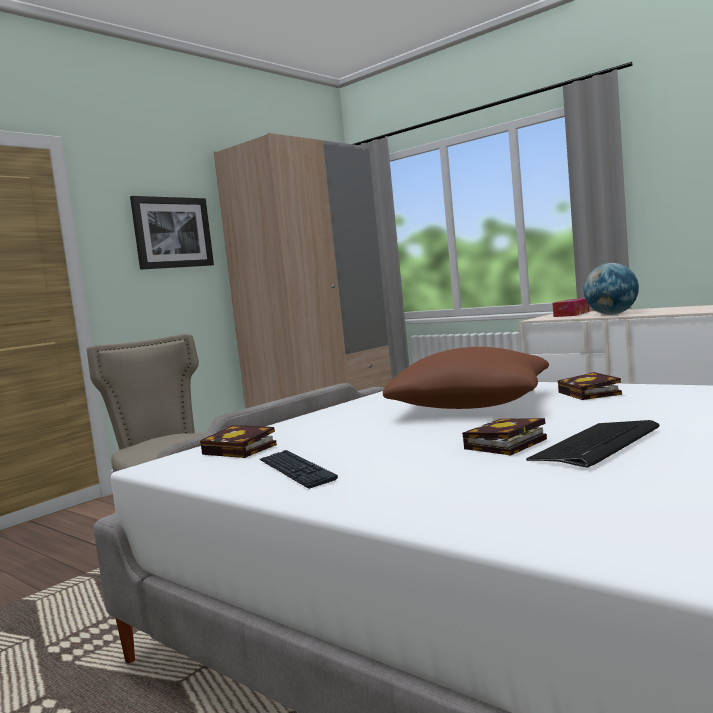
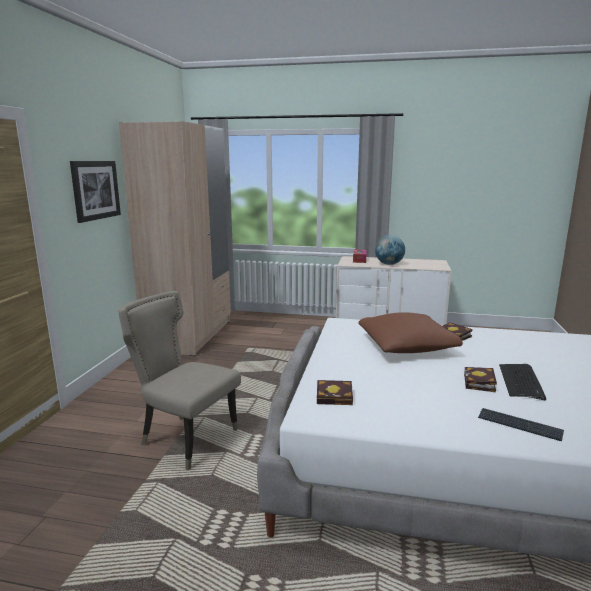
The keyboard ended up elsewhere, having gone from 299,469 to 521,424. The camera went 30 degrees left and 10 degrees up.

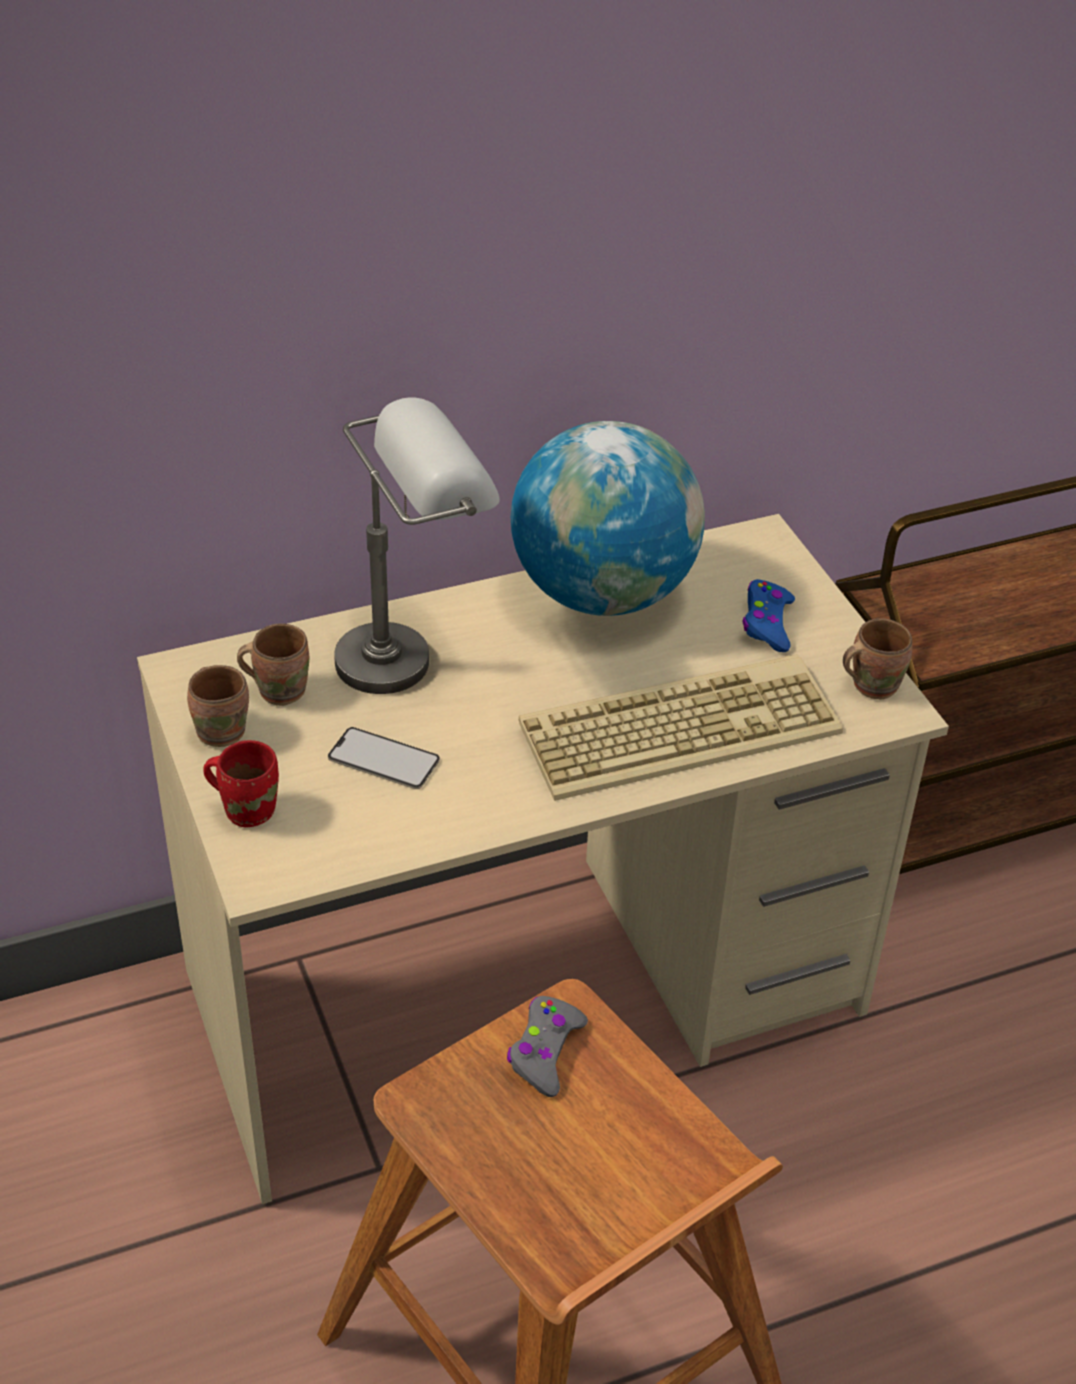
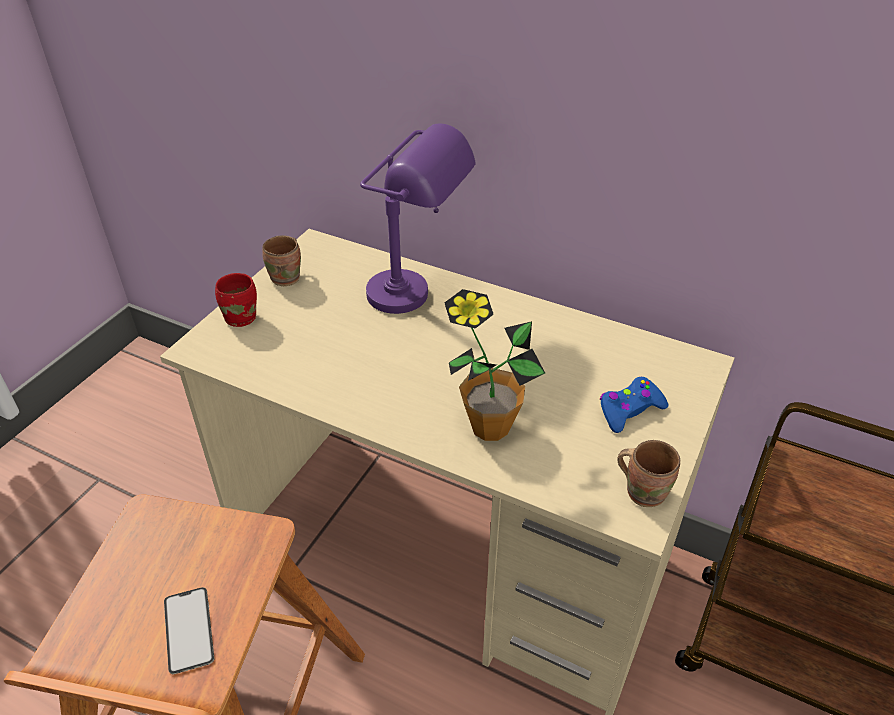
The phone ended up elsewhere, having gone from 384,758 to 189,630. What was the table lamp (grey) at 417,545 turned into the table lamp (purple) at 418,219. Where the keyboard stood at 681,727, the potted plant came to stand at 494,365. The second view lost the mug (brown) at 273,664. The second view lost the game controller (grey) at 547,1046. The second view lost the globe at 608,518. The camera went 50 degrees right and 0 degrees up.

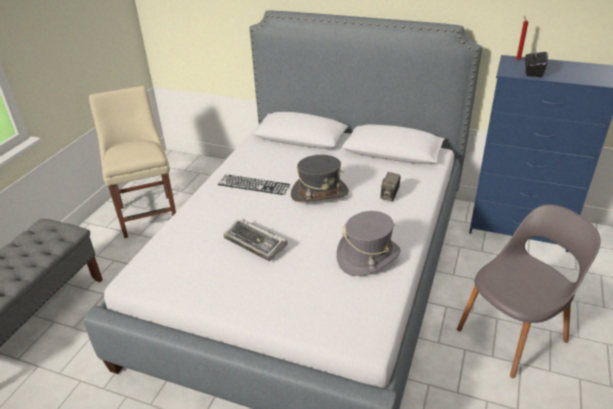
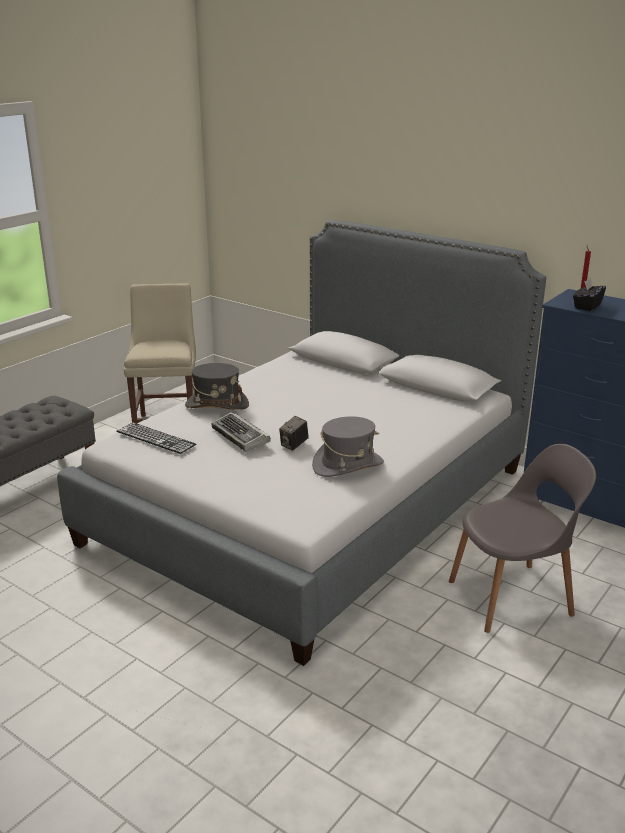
The keyboard ended up elsewhere, having gone from 254,184 to 156,438. The hat (grey) ended up elsewhere, having gone from 320,178 to 217,386. The photo camera ended up elsewhere, having gone from 391,187 to 294,433. The camera went 15 degrees right and 10 degrees down.

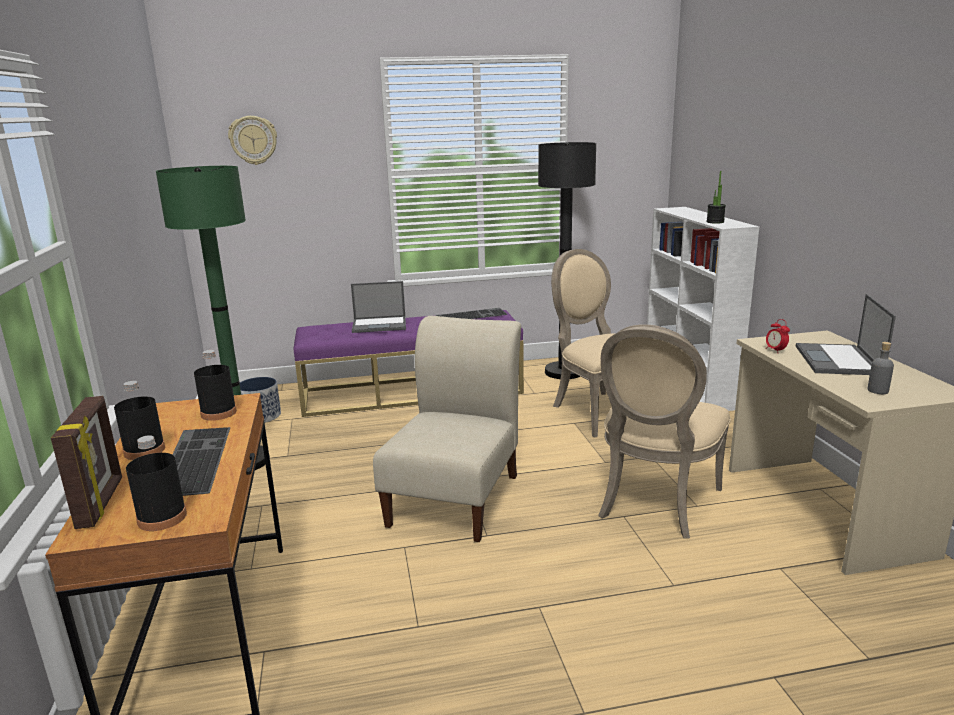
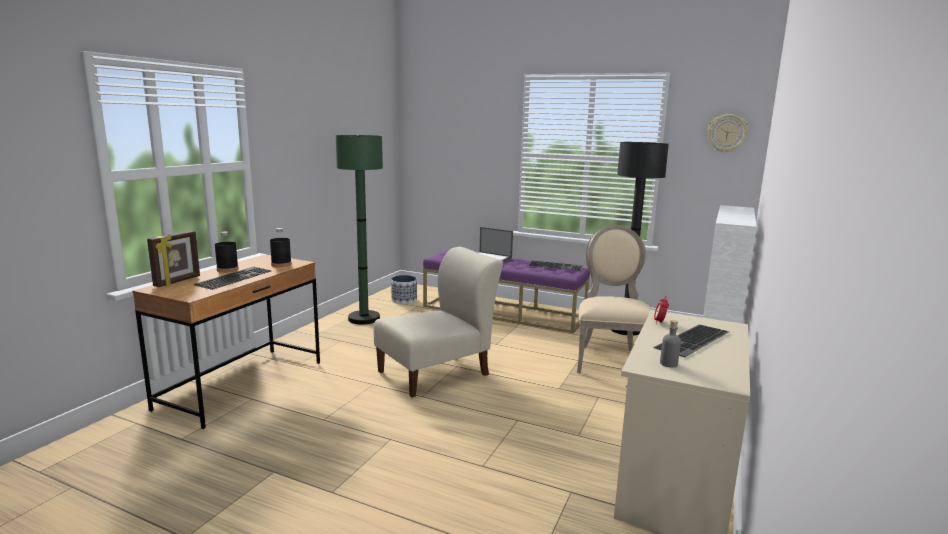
Where the laptop stood at 846,334, the keyboard came to stand at 691,341. The wall clock ended up elsewhere, having gone from 252,140 to 727,133. The second view lost the bottle (black) at 156,483. The second view lost the chair (beige) at 664,431. The second view lost the potted plant at 716,197. The camera went 35 degrees right and 5 degrees down.

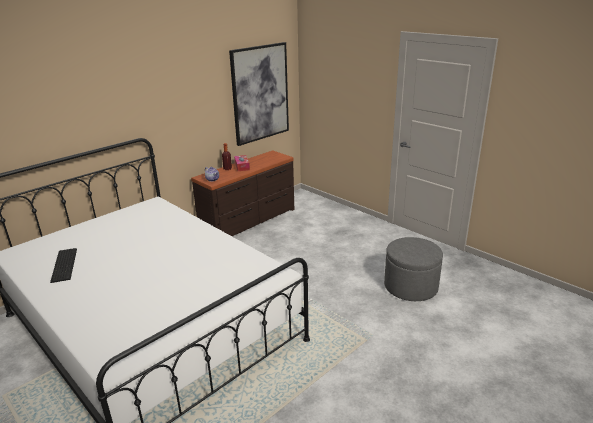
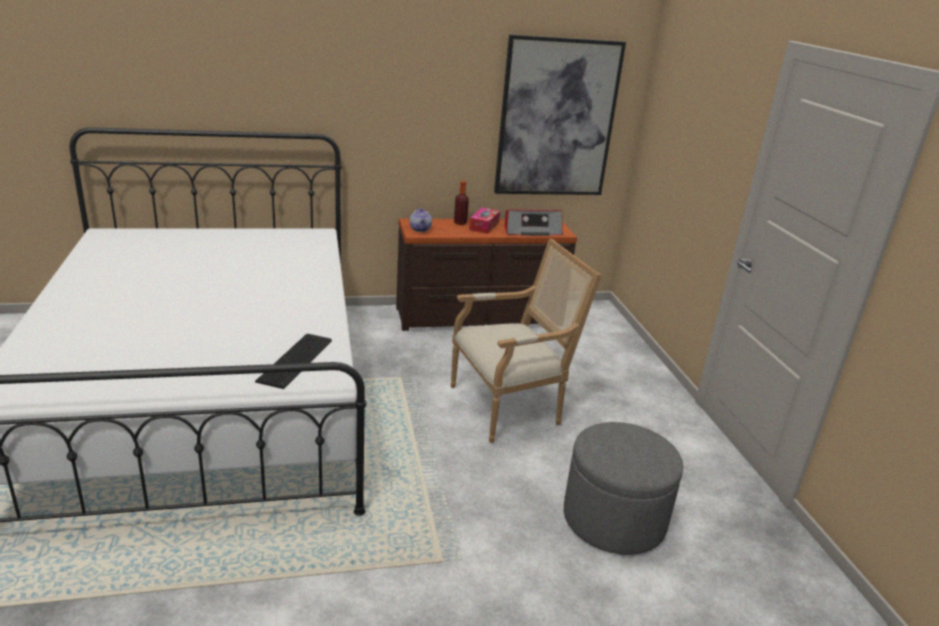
The keyboard ended up elsewhere, having gone from 63,265 to 293,361. The second view gained the armchair at 526,340. The second view gained the radio at 534,222. The camera went 30 degrees right and 0 degrees up.

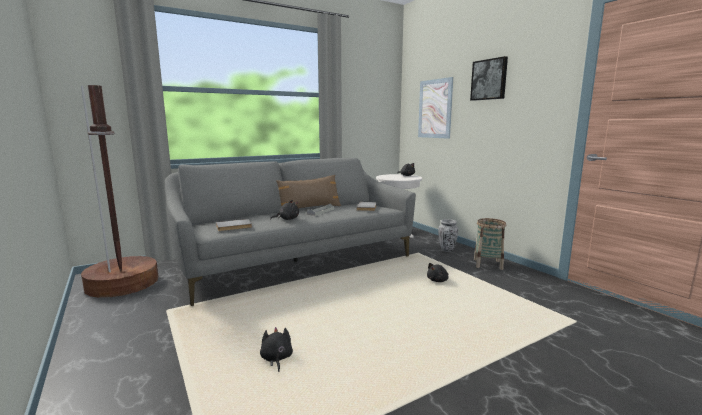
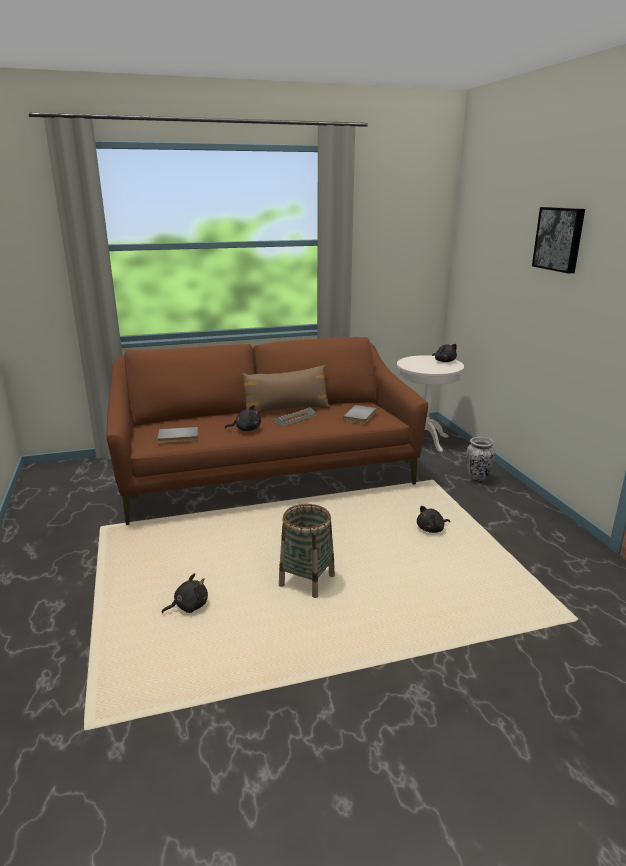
What was the sofa (grey) at 290,232 turned into the sofa (brown) at 267,431. The plush toy (black) at 276,349 ended up facing another way, 60 degrees clockwise from before. The basket ended up elsewhere, having gone from 490,244 to 307,551. The second view lost the floor lamp (brown) at 119,191. The second view lost the picture at 435,108. The camera went 15 degrees right and 10 degrees up.

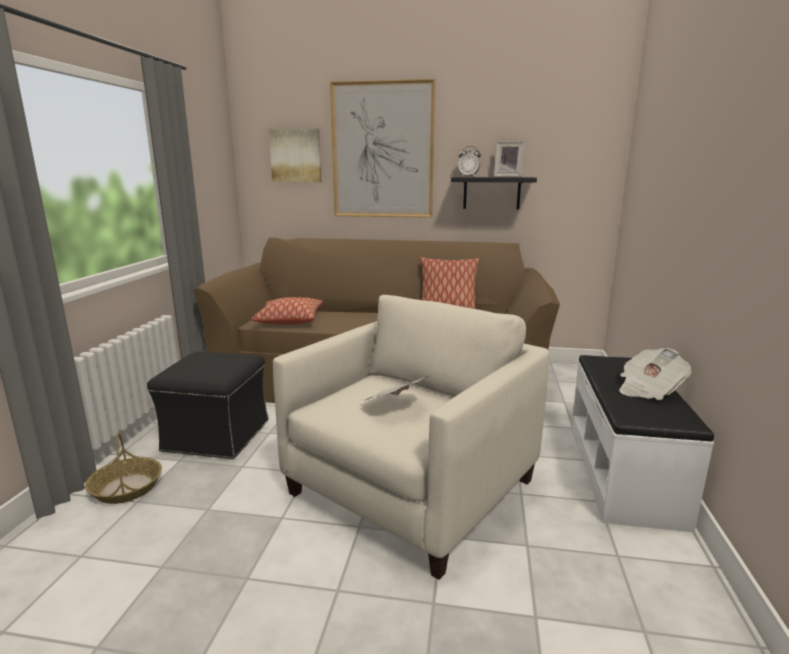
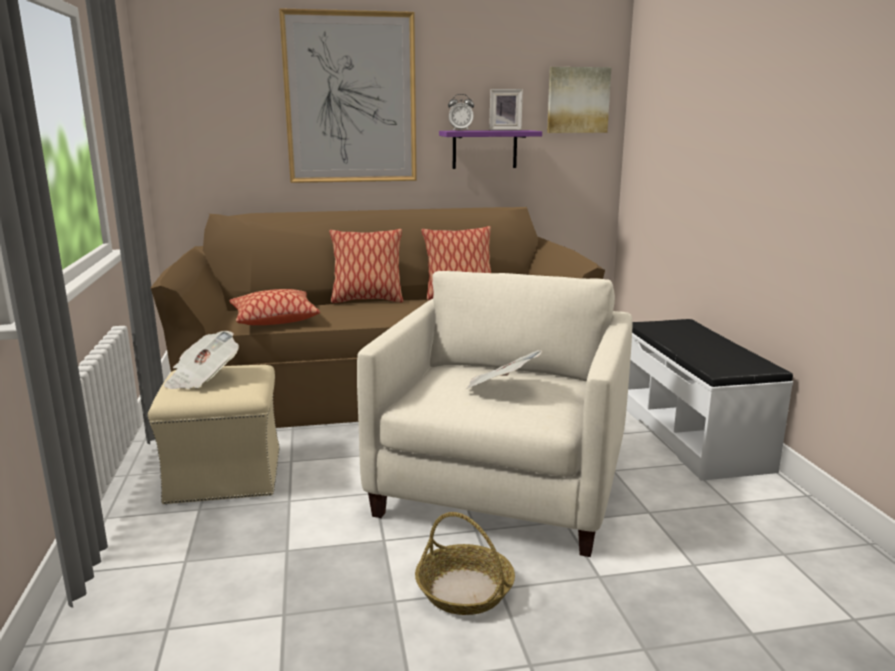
What was the ottoman (black) at 208,405 turned into the ottoman (beige) at 213,435. The newspaper ended up elsewhere, having gone from 655,374 to 201,360. The second view gained the pillow at 366,266. The basket ended up elsewhere, having gone from 123,468 to 465,563. What was the shelf (black) at 494,193 turned into the shelf (purple) at 490,149. The picture ended up elsewhere, having gone from 295,155 to 579,100. The camera went 20 degrees left and 0 degrees up.

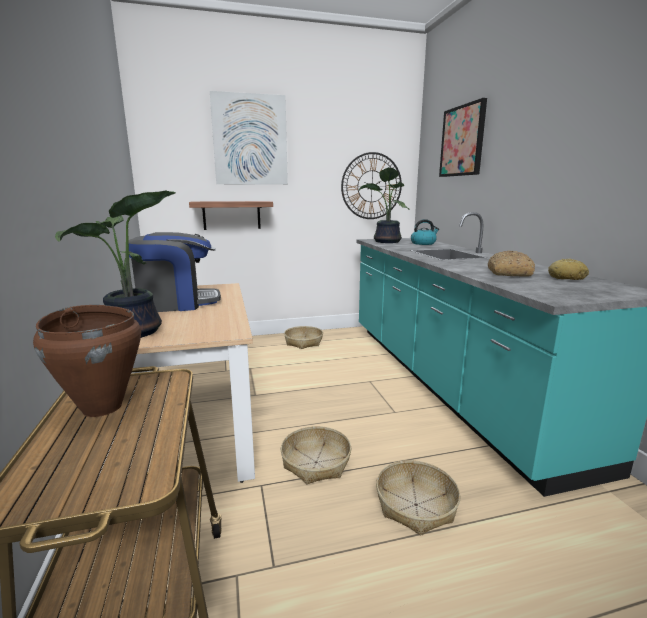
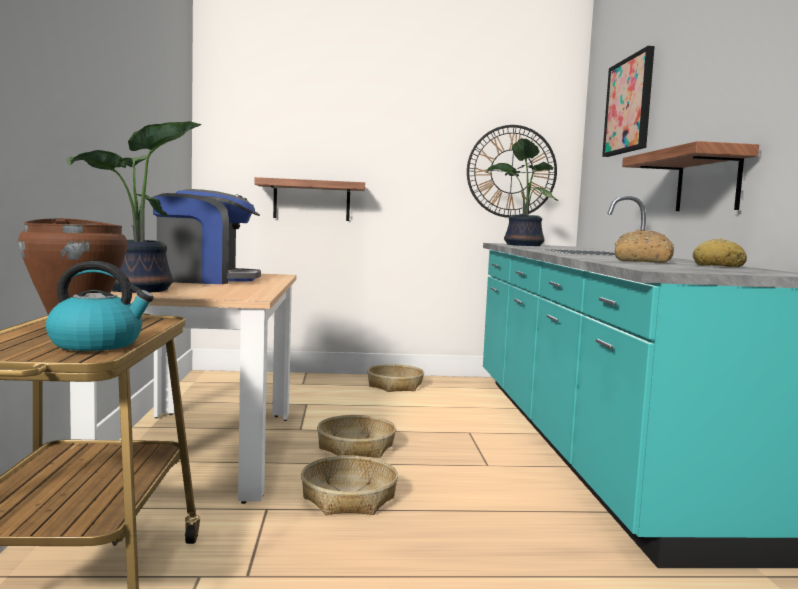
The kettle ended up elsewhere, having gone from 425,232 to 100,306. The basket ended up elsewhere, having gone from 418,497 to 356,436. The second view gained the shelf at 690,176. The second view lost the picture at 249,138. The camera went 10 degrees right and 10 degrees down.

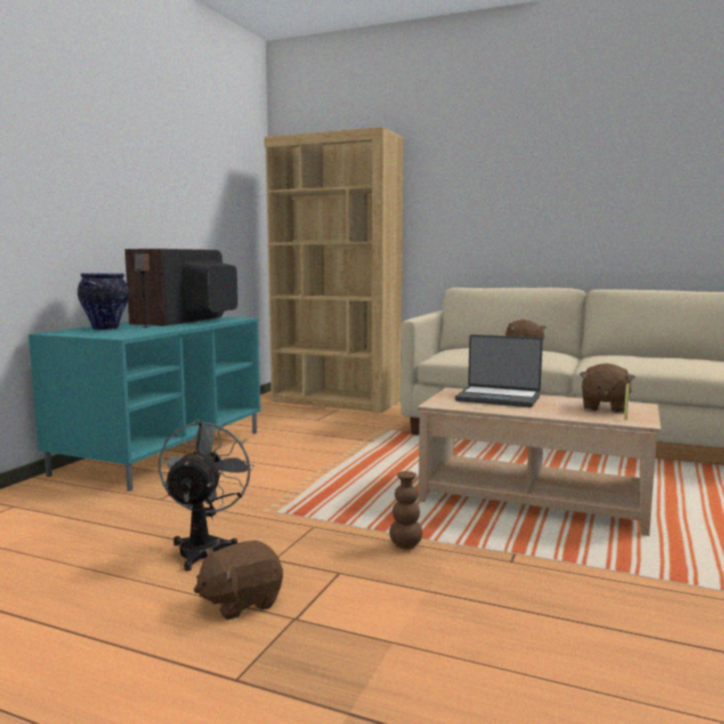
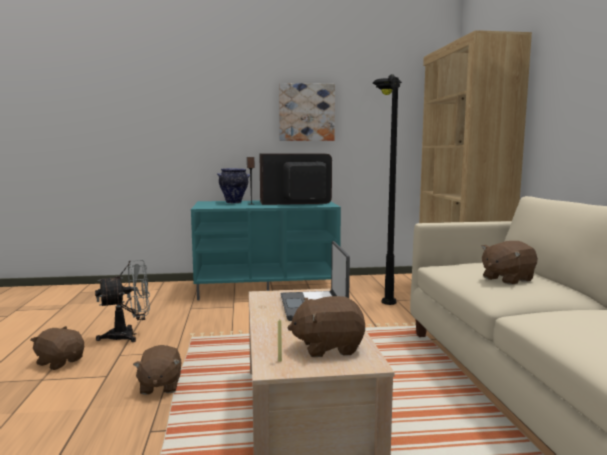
Where the vase (brown) stood at 406,510, the plush toy (brown) came to stand at 157,370. The second view gained the picture at 307,112. The second view gained the floor lamp (black) at 387,189. The camera went 60 degrees right and 0 degrees up.

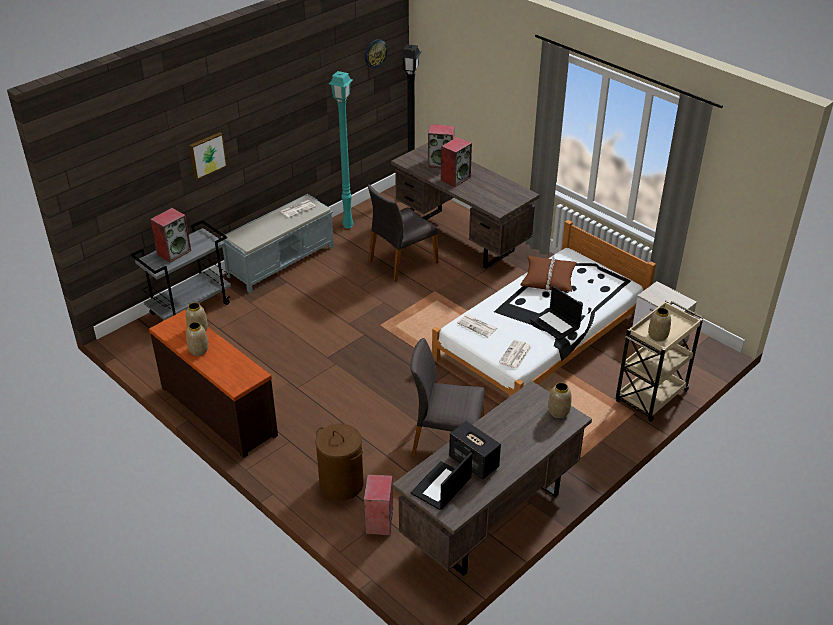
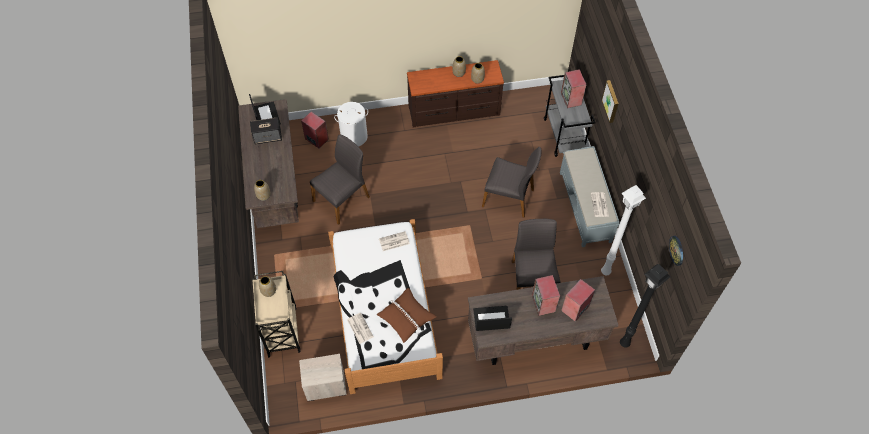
What was the laundry basket (brown) at 339,462 turned into the laundry basket (white) at 351,124. The newspaper ended up elsewhere, having gone from 515,354 to 360,328. The laptop ended up elsewhere, having gone from 556,313 to 492,318. The second view gained the chair (grey) at 511,182. What was the floor lamp (turquoise) at 341,149 turned into the floor lamp (white) at 623,230. The camera went 125 degrees right and 20 degrees up.

